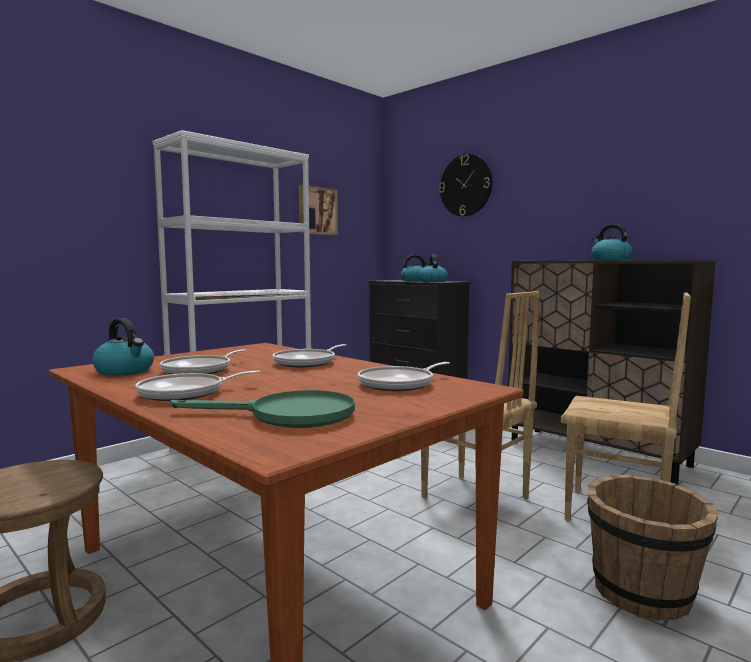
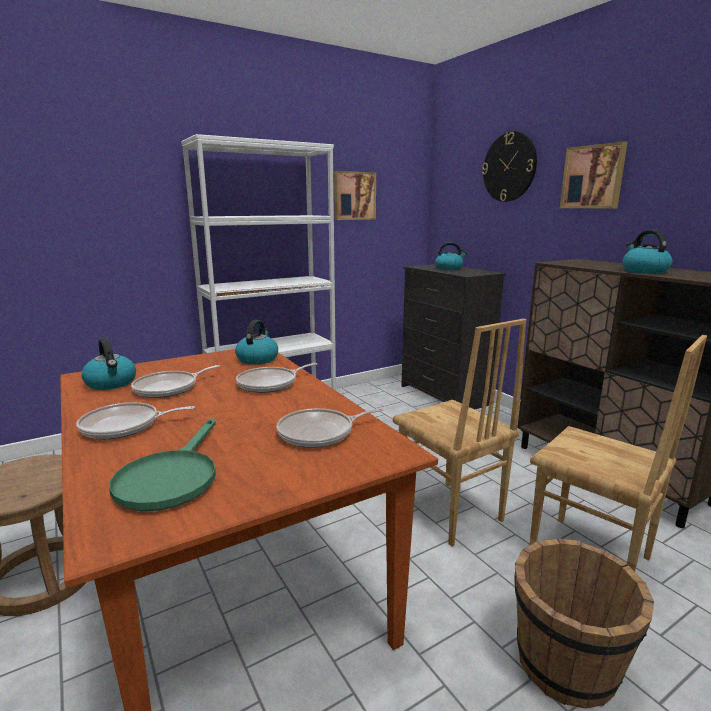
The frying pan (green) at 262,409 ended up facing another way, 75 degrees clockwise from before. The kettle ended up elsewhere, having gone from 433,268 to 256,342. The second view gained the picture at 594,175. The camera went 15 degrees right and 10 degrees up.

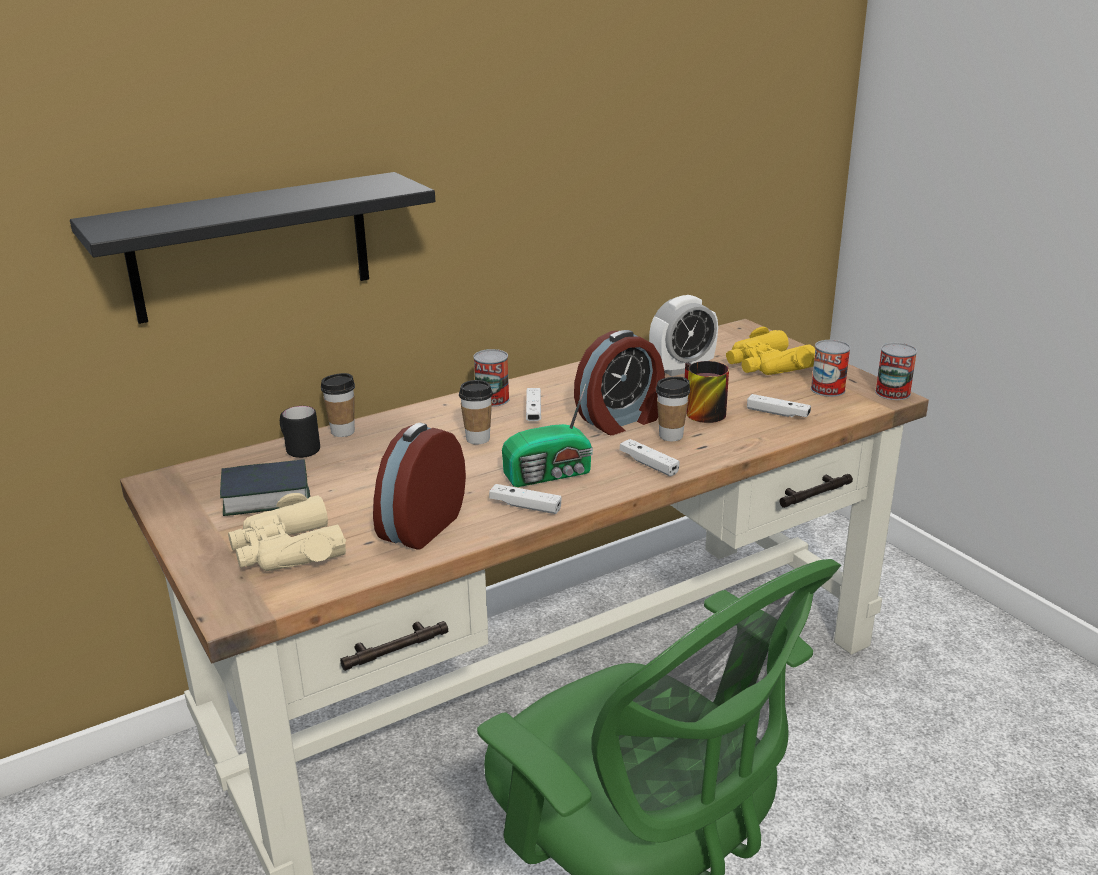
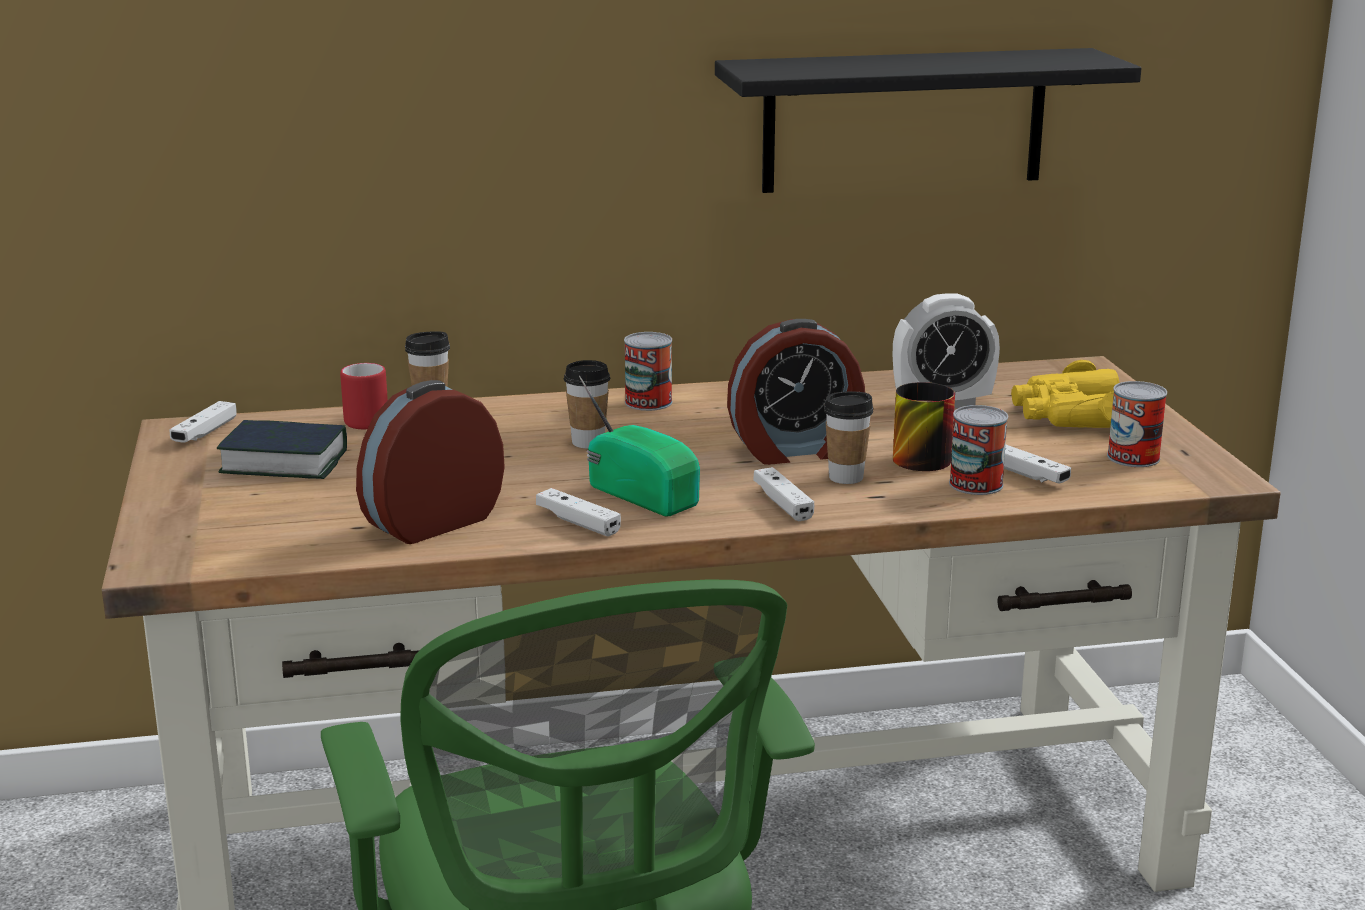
The game controller (white) ended up elsewhere, having gone from 533,404 to 203,422. What was the mug (black) at 300,432 turned into the mug (red) at 364,396. The radio at 547,435 ended up facing another way, 135 degrees counterclockwise from before. The shelf (black) ended up elsewhere, having gone from 252,248 to 928,120. The can ended up elsewhere, having gone from 896,371 to 978,450. The second view lost the binoculars (beige) at 287,532. The camera went 20 degrees right and 5 degrees down.

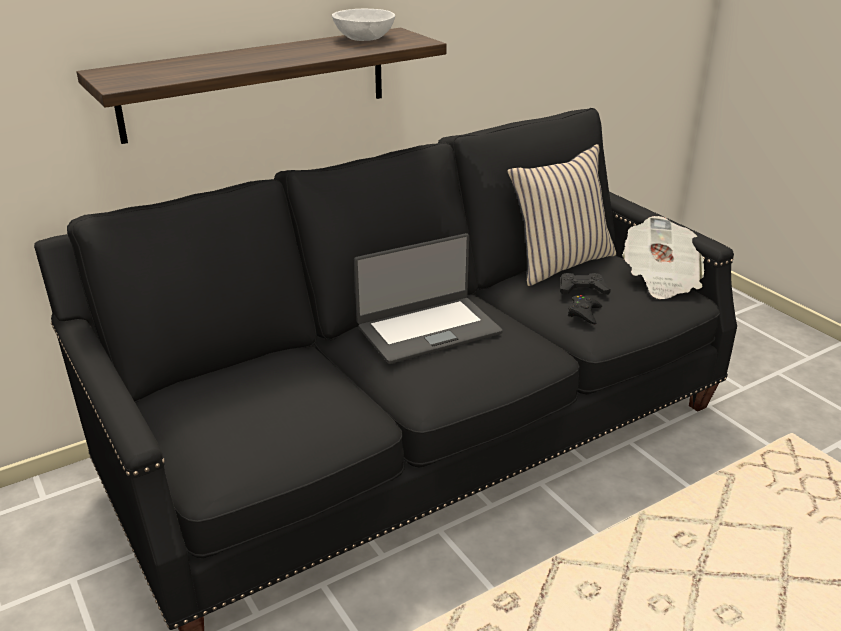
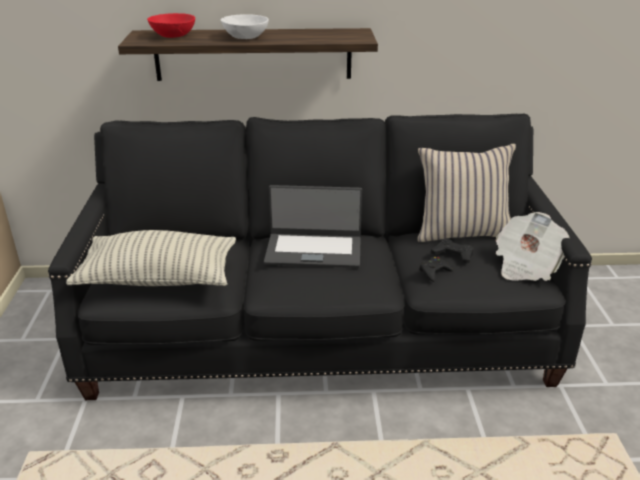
The second view gained the pillow at 151,258. The second view gained the bowl (red) at 171,25. The bowl (white) ended up elsewhere, having gone from 363,25 to 245,26. The camera went 30 degrees right and 0 degrees up.

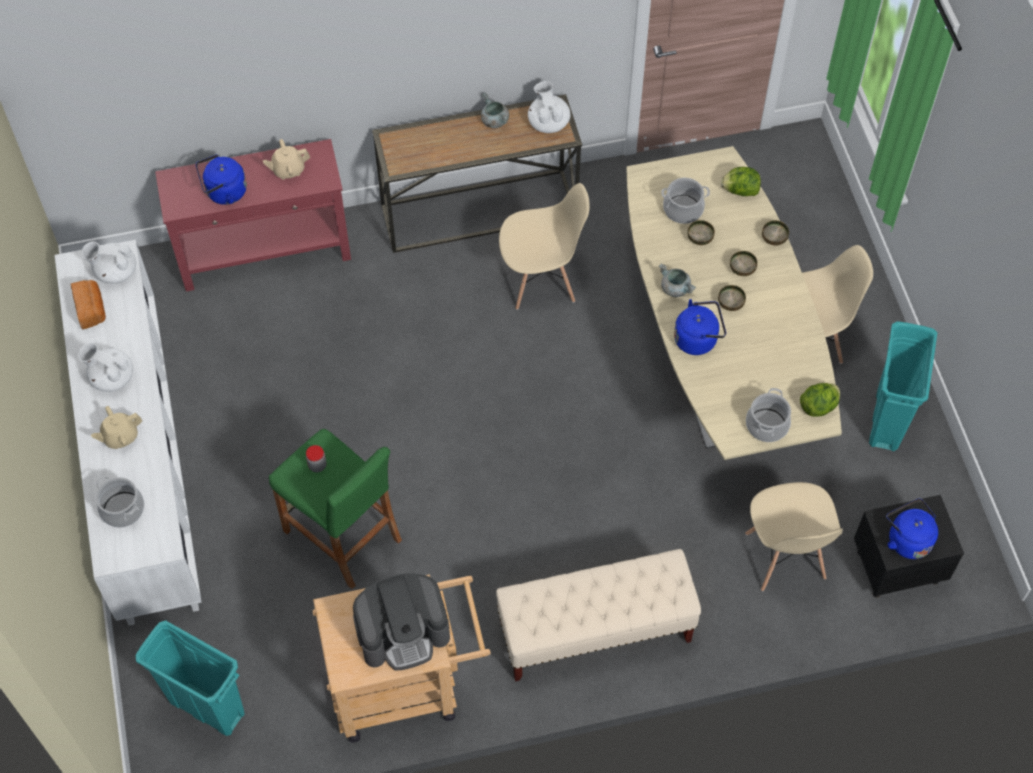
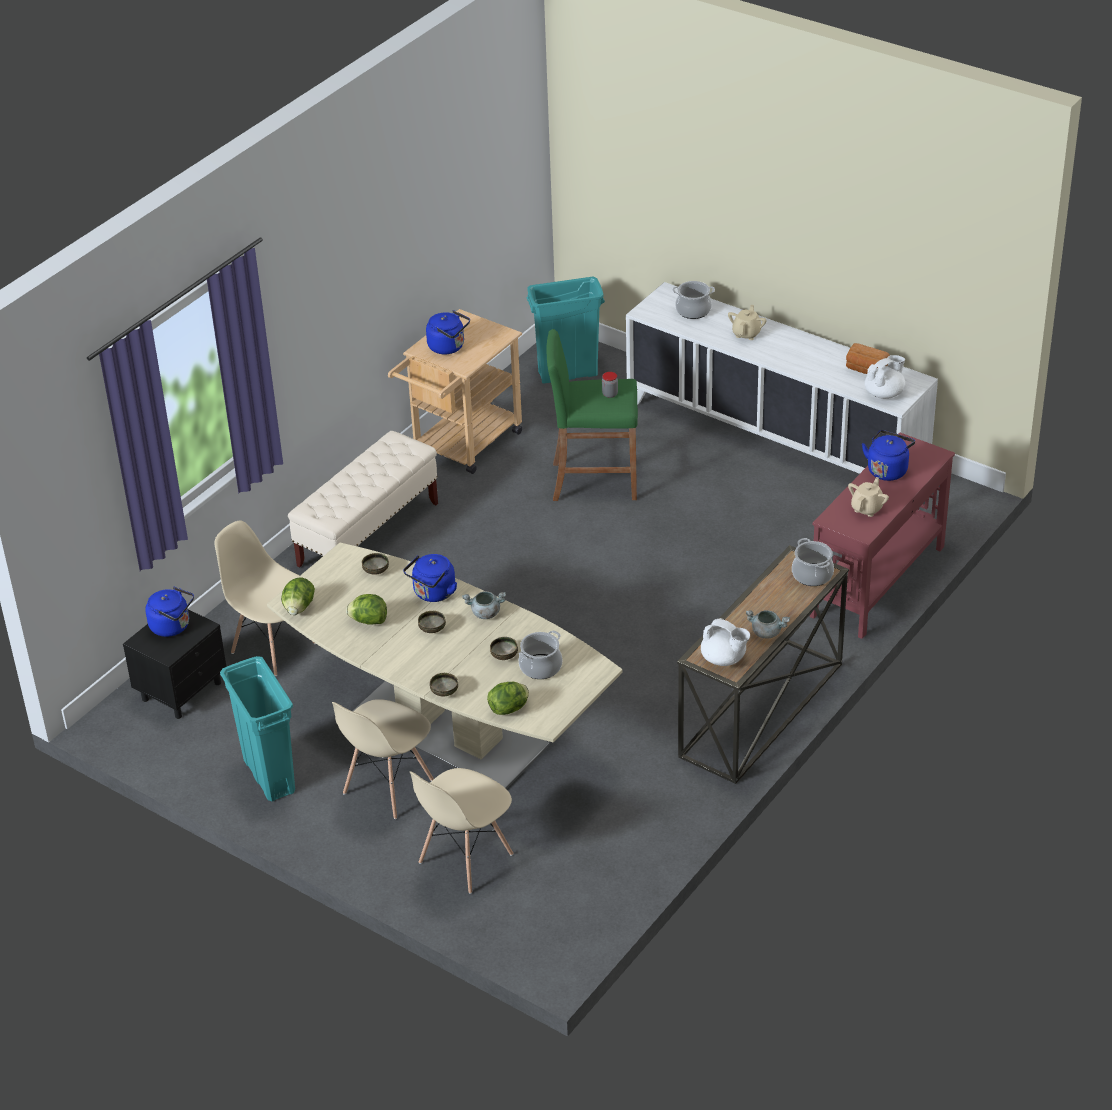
The second view gained the lettuce at 366,609. The bowl ended up elsewhere, having gone from 743,263 to 375,564. The chair (beige) ended up elsewhere, having gone from 544,246 to 461,831. Where the coffee machine stood at 401,621, the kettle (blue) came to stand at 448,332. The cooking pot ended up elsewhere, having gone from 768,415 to 813,562. The second view lost the teapot (white) at 105,367. The camera went 140 degrees right and 20 degrees down.

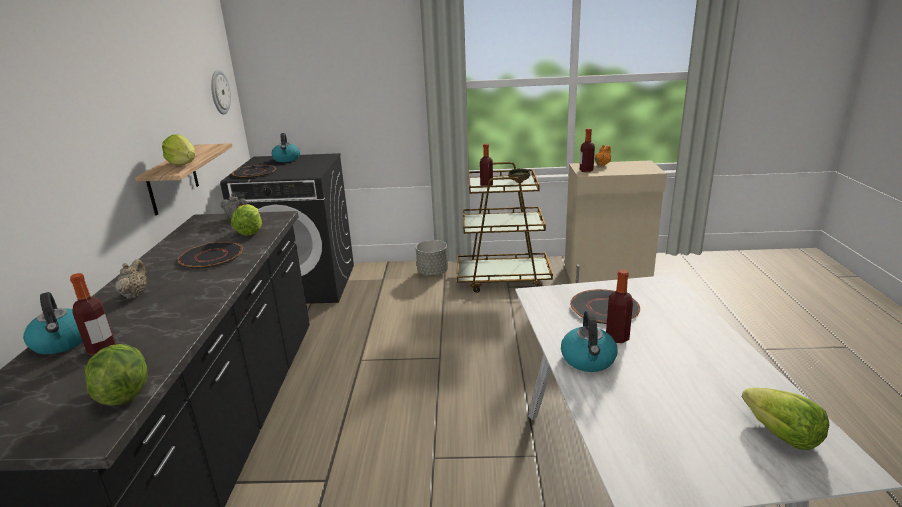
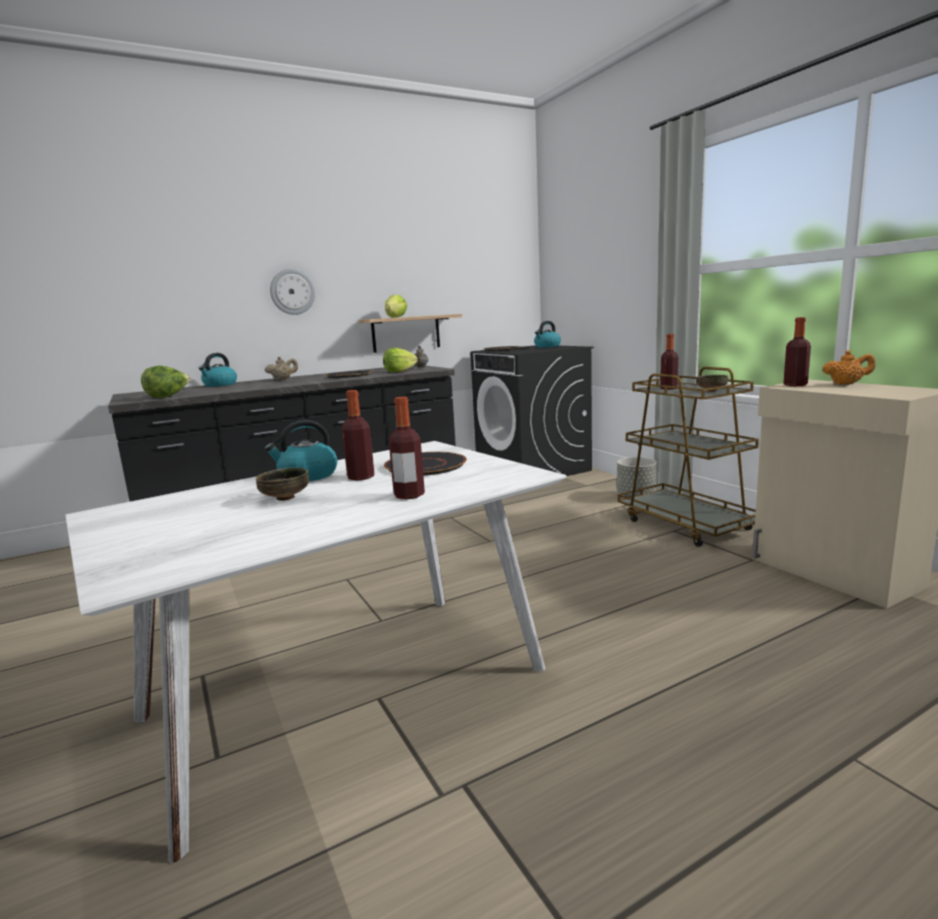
The second view gained the bowl at 282,484. The wall clock ended up elsewhere, having gone from 221,92 to 292,292. The bottle ended up elsewhere, having gone from 92,314 to 407,448. The second view lost the lettuce at 785,419. The camera went 60 degrees right and 10 degrees down.

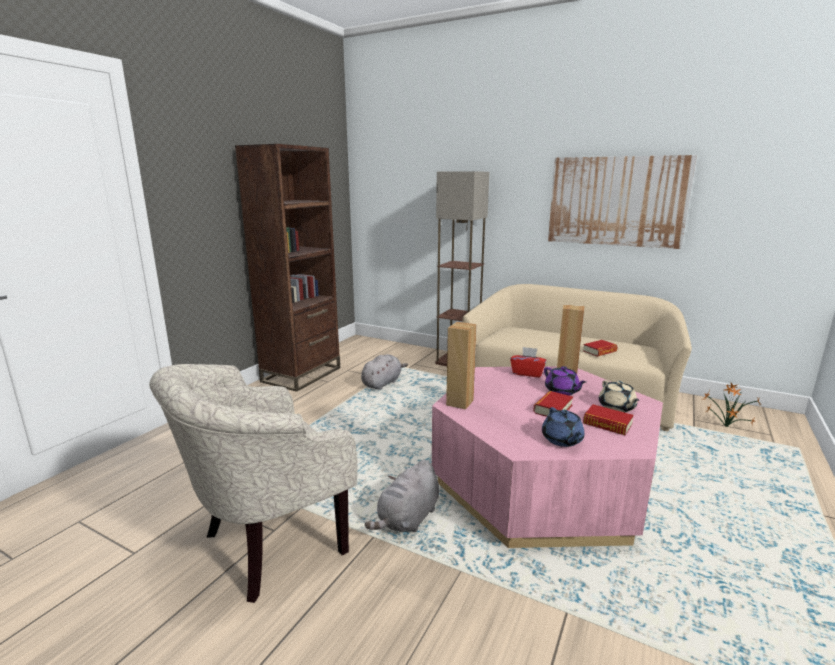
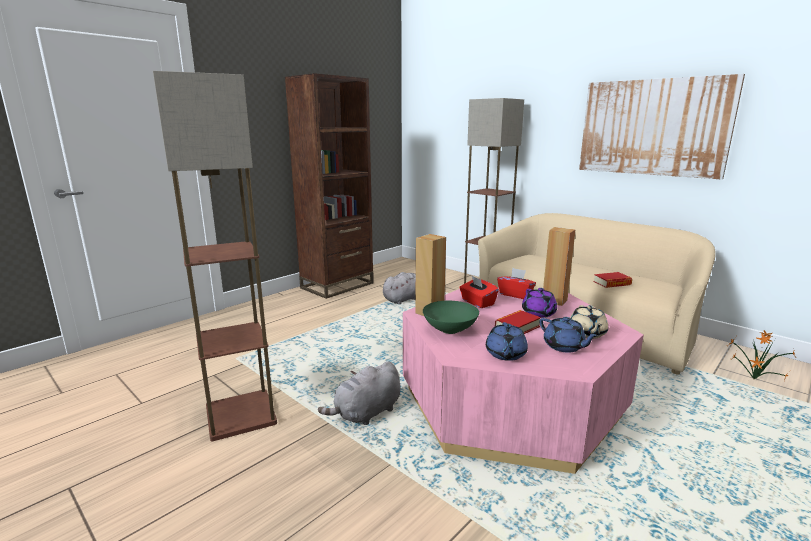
Where the armchair (beige) stood at 253,483, the floor lamp came to stand at 215,256. The second view gained the bowl (green) at 451,317. The second view gained the tissue box (red) at 479,292. Where the book stood at 608,419, the teapot (blue) came to stand at 569,335. The camera went 15 degrees right and 0 degrees up.

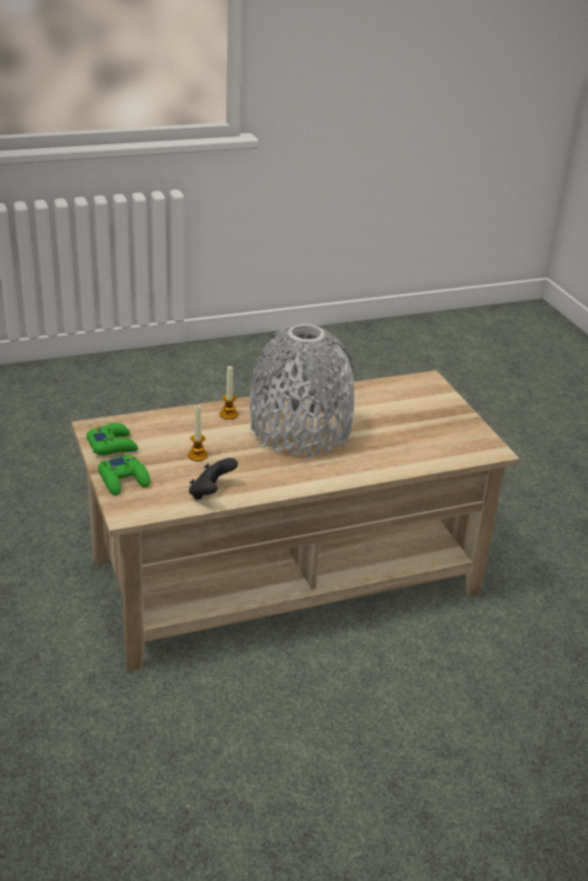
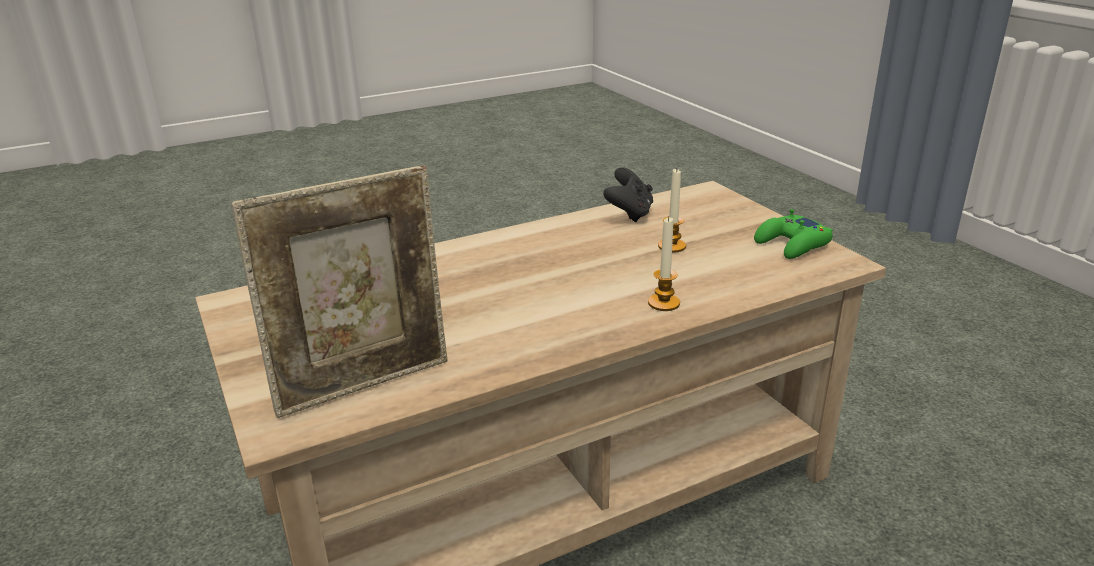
The second view gained the picture frame at 339,292. The second view lost the game controller (green) at 124,475. The second view lost the vase (grey) at 302,391. The camera went 175 degrees right and 5 degrees down.

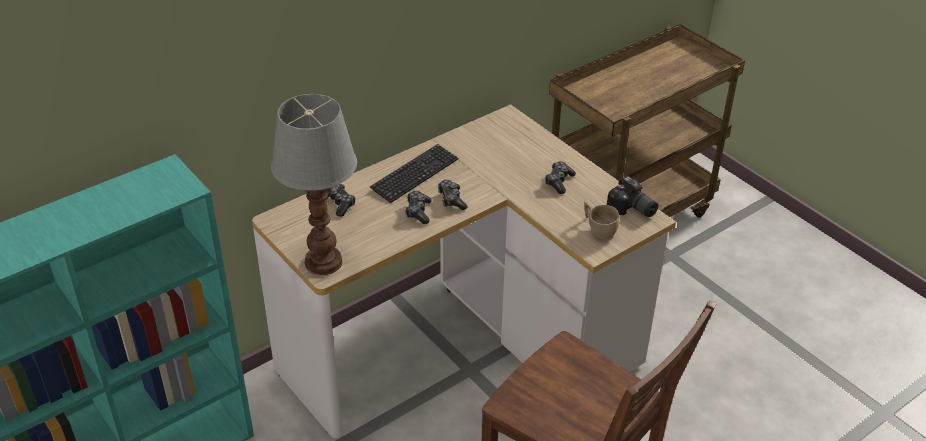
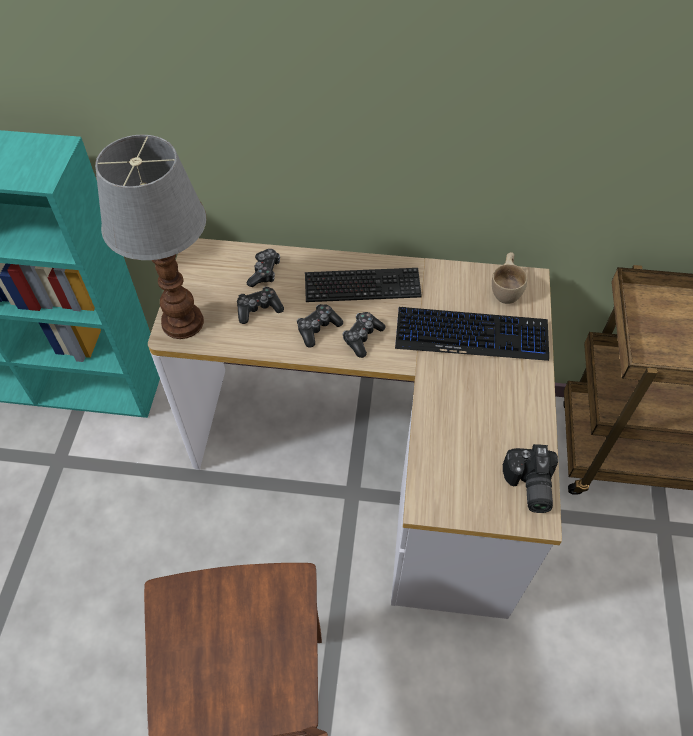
The game controller ended up elsewhere, having gone from 560,178 to 260,305. The second view gained the keyboard at 472,334. The cup (beige) ended up elsewhere, having gone from 601,219 to 509,278. The camera went 45 degrees right and 15 degrees up.

